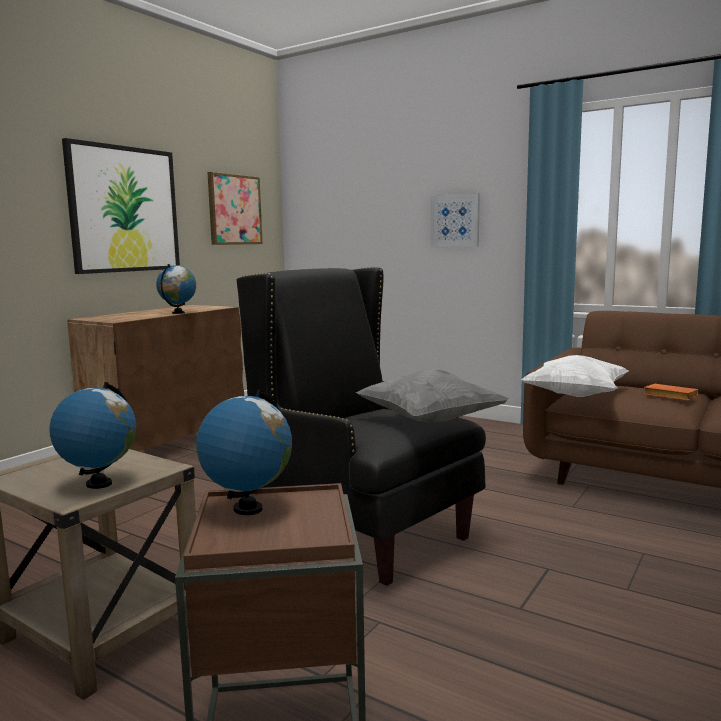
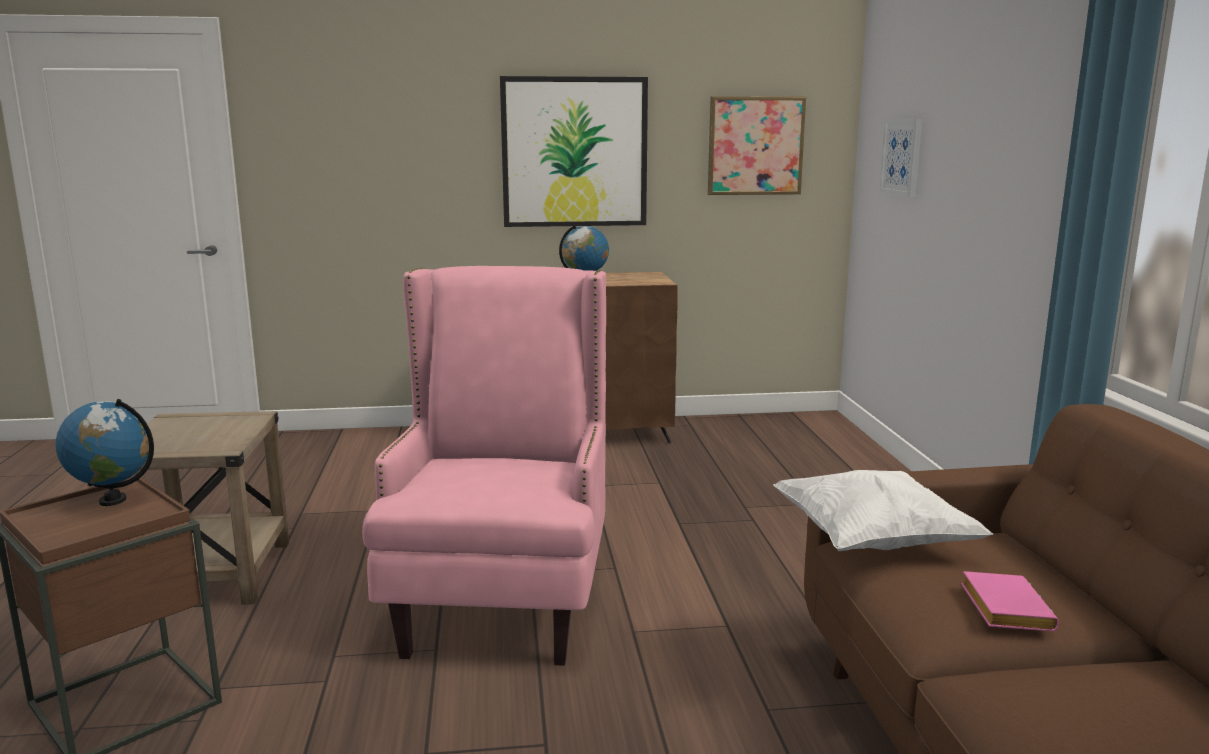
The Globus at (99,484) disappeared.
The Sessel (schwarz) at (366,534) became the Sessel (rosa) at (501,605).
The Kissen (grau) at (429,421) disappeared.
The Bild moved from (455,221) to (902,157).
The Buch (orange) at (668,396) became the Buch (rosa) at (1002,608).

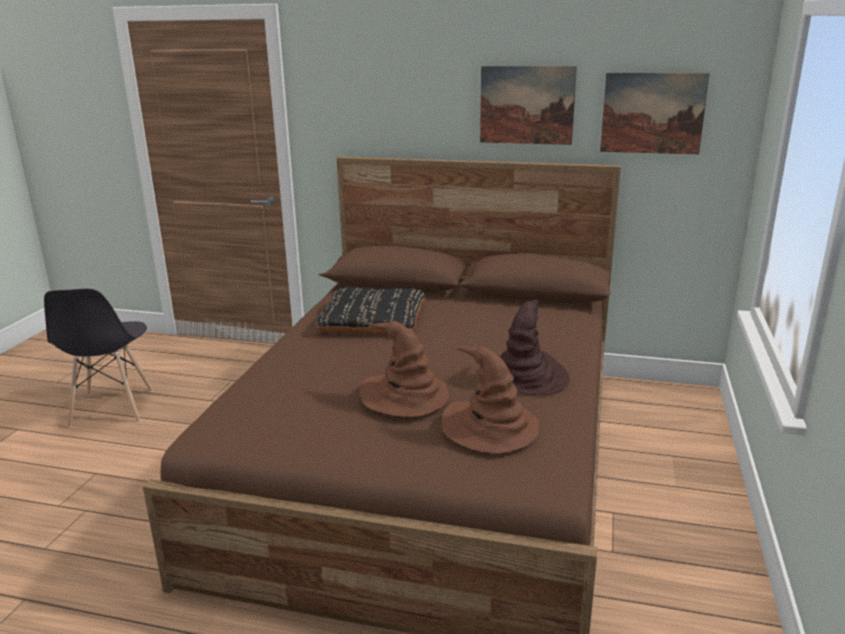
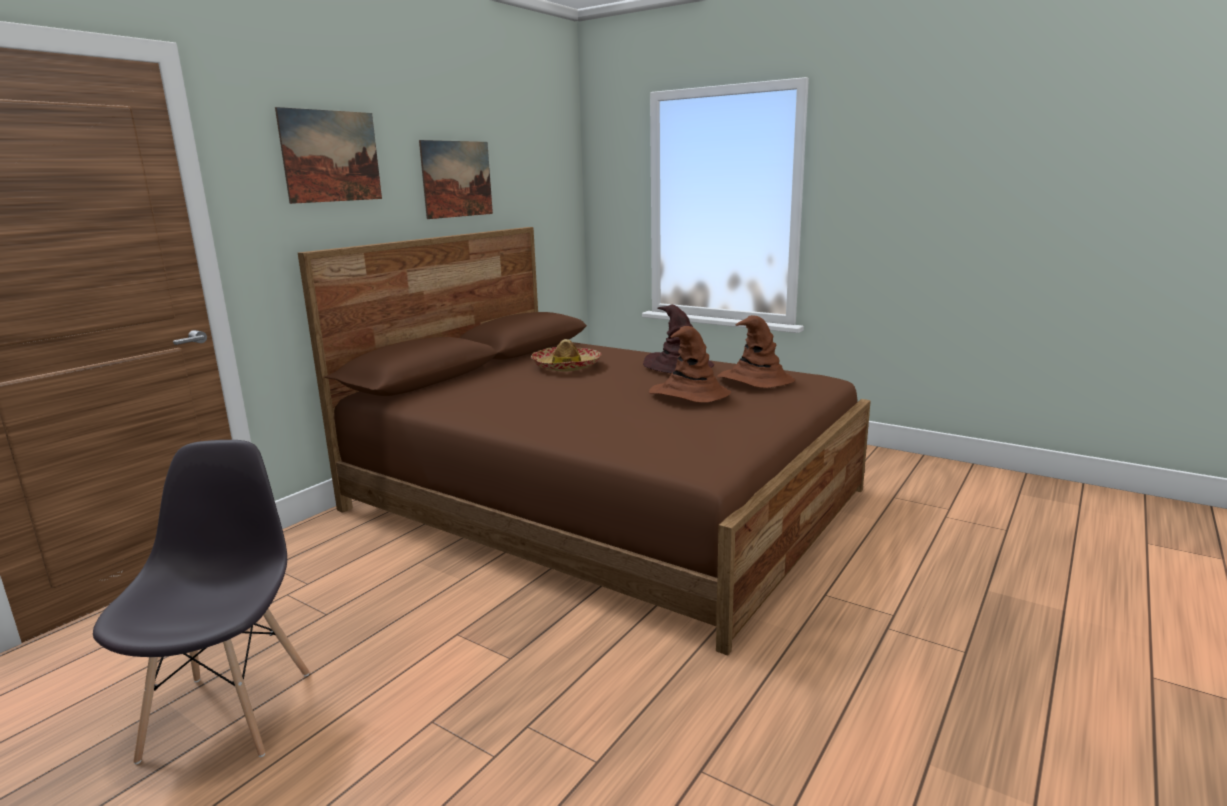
The Stuhl (grau) at (112,408) turned 105 degrees counterclockwise.
The Kissen (schwarz) at (373,320) disappeared.
The Bild moved from (652,113) to (331,156).
The Hut at (566,366) appeared.

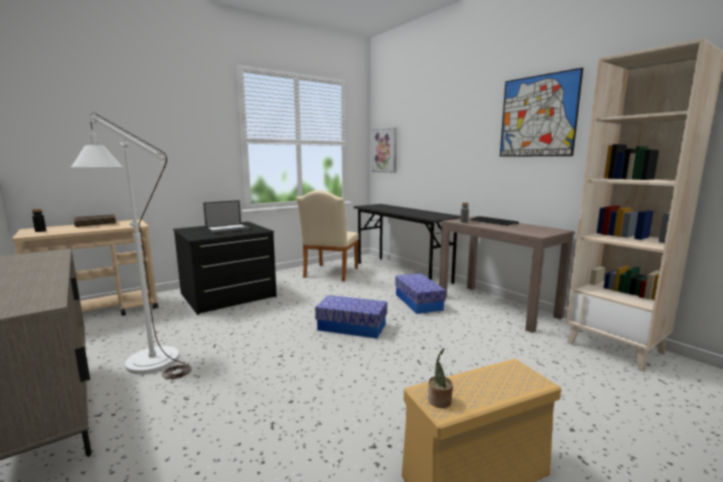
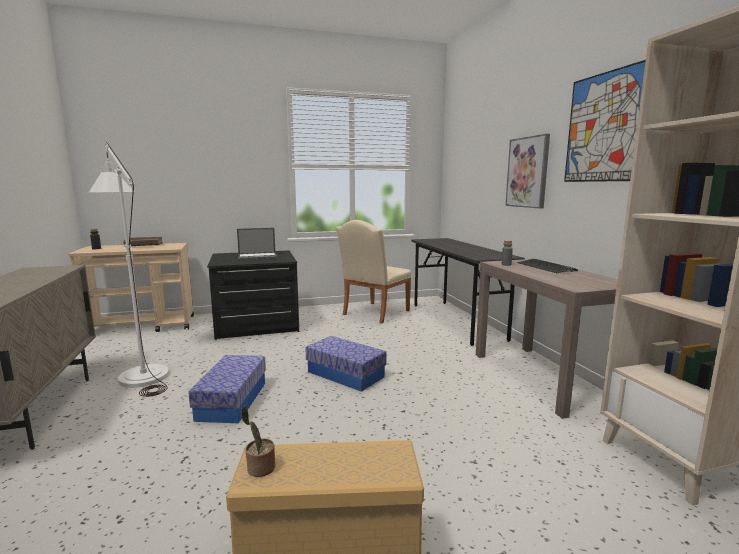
The Bild moved from (385,150) to (528,172).
The Aufbewahrungsbox moved from (418,302) to (232,401).

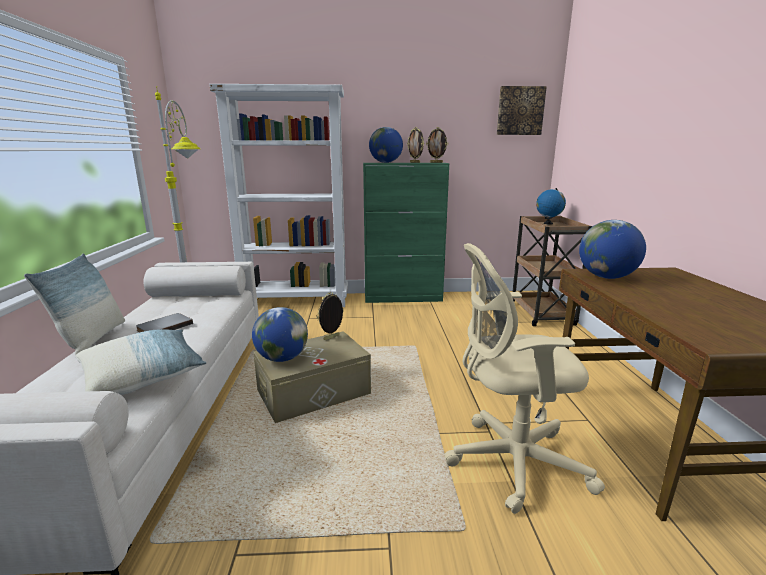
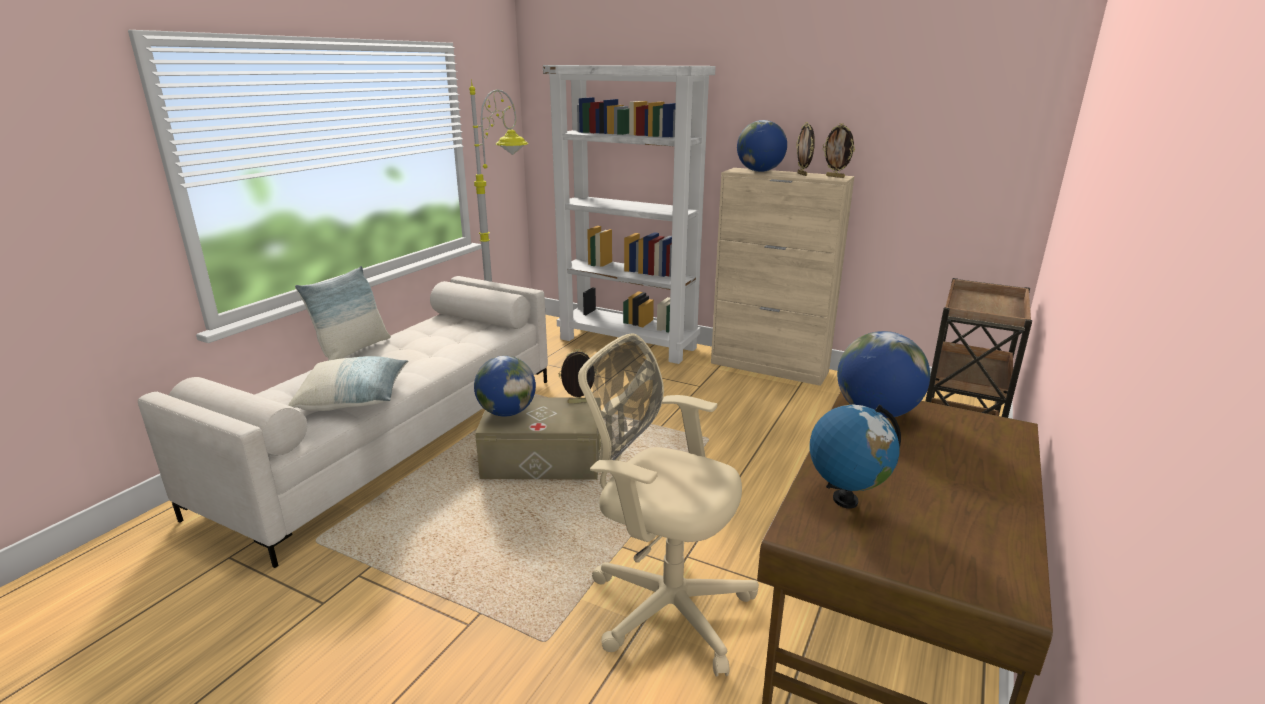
The Buch (grau) at (164,326) disappeared.
The Schrank (grün) at (403,298) became the Schrank (beige) at (769,368).
The Bild at (520,111) disappeared.
The Globus moved from (548,223) to (845,500).

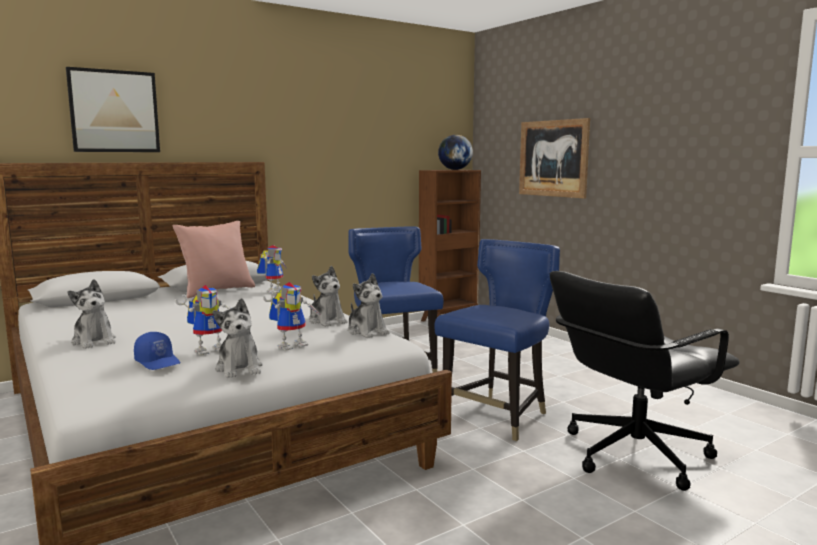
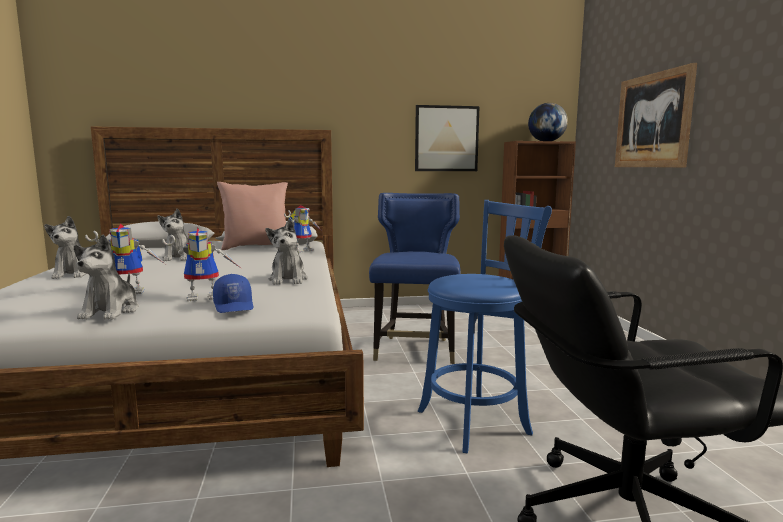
The Bild moved from (114,111) to (446,138).
The Kappe (blau) moved from (158,362) to (234,306).
The Plüschtier moved from (367,331) to (179,258).
The Stuhl (blau) at (497,417) was replaced by the Hocker (blau) at (478,421).

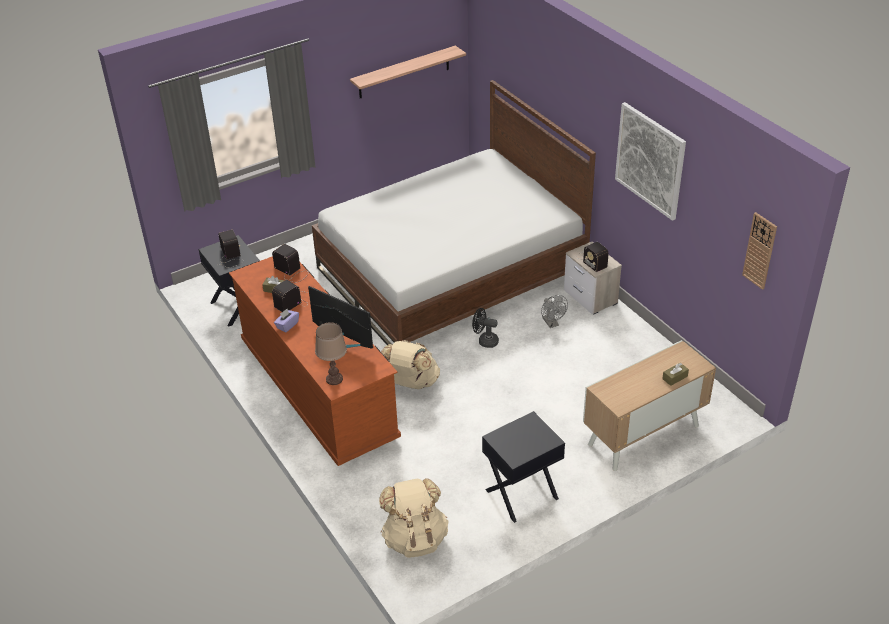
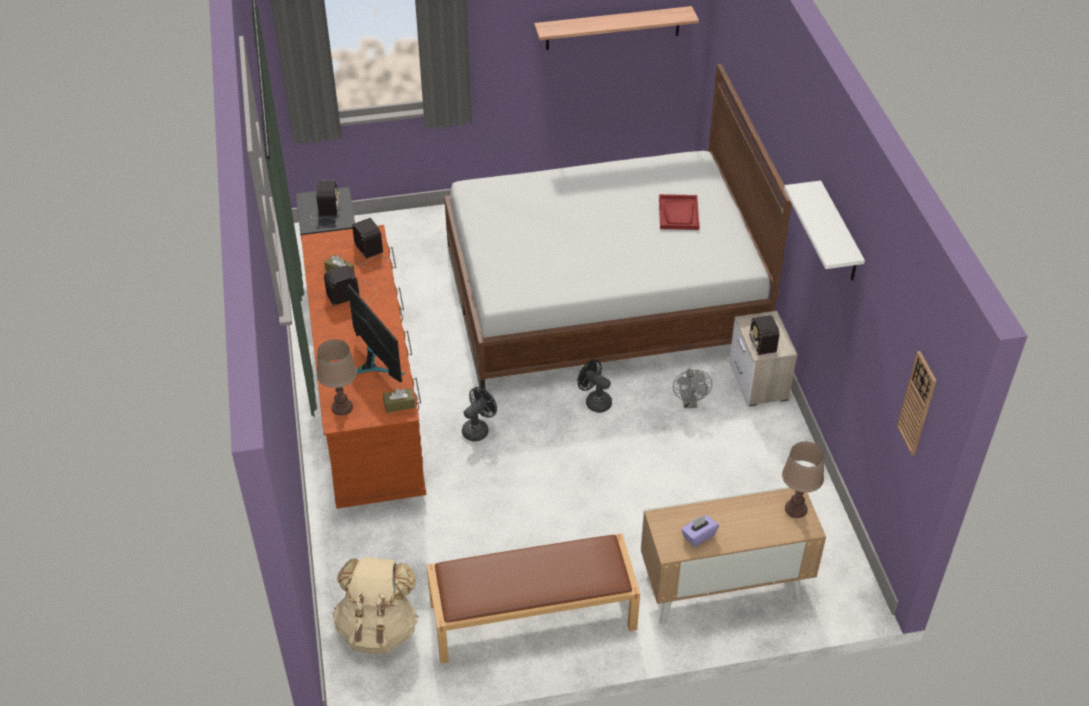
The Taschentuchbox (lila) moved from (287,325) to (698,536).
The Rucksack (beige) at (411,383) was replaced by the Ventilator (schwarz) at (478,429).
The Nachttisch (schwarz) at (522,494) was replaced by the Bank (braun) at (531,616).
The Bild at (650,160) was replaced by the Wandregal (weiß) at (839,234).
The Taschentuchbox (braun) moved from (675,377) to (399,405).
The Tablett (rot) at (678,213) appeared.
The Tischlampe (braun) at (796,509) appeared.

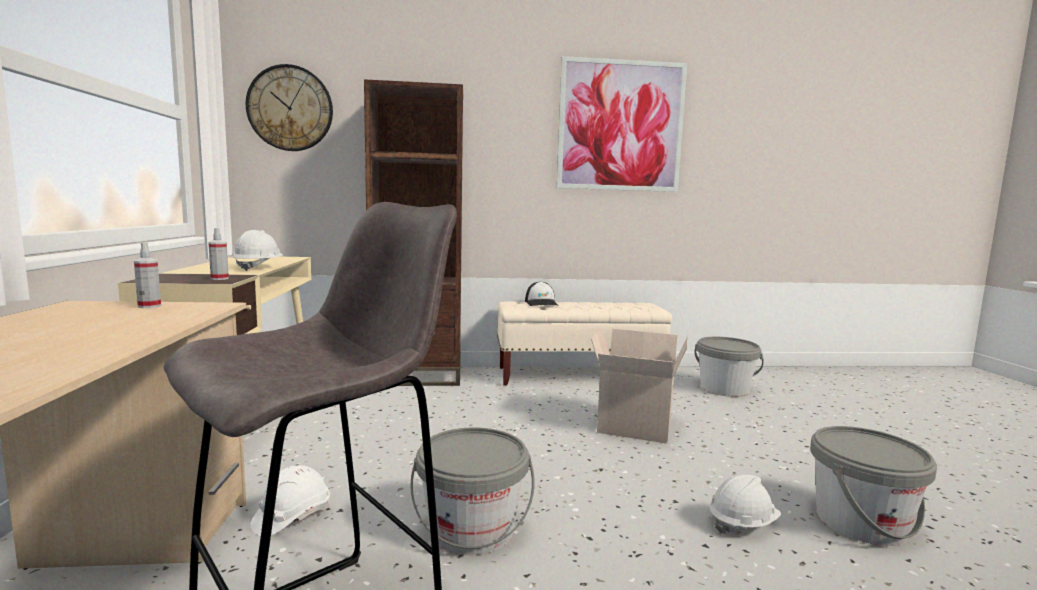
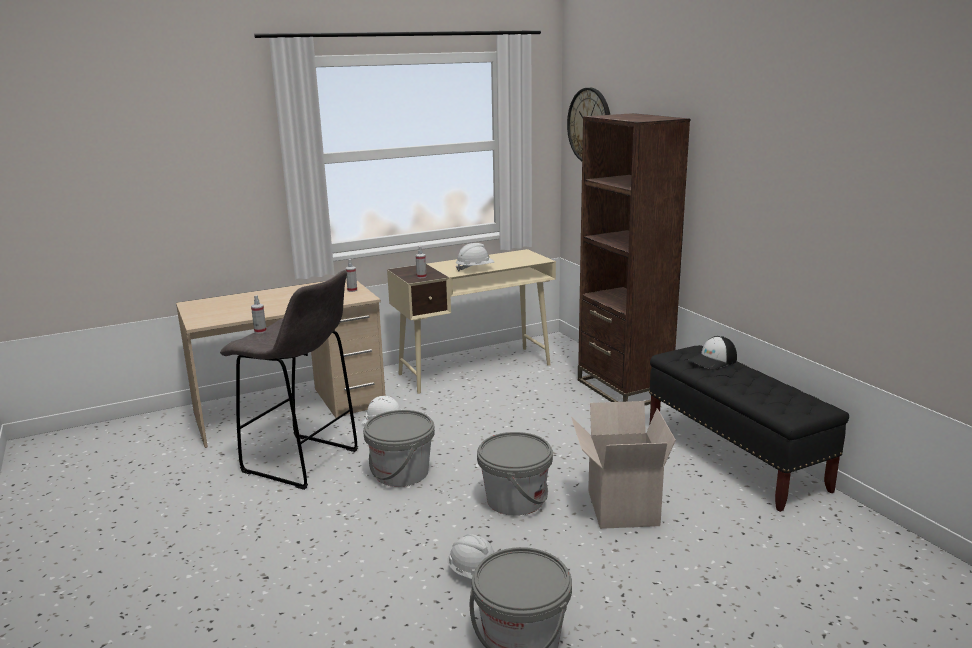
The Bank (beige) at (579,376) became the Bank (schwarz) at (734,458).
The Bild at (620,126) disappeared.
The Eimer (grau) moved from (724,389) to (515,500).
The Sprühflasche at (260,331) appeared.

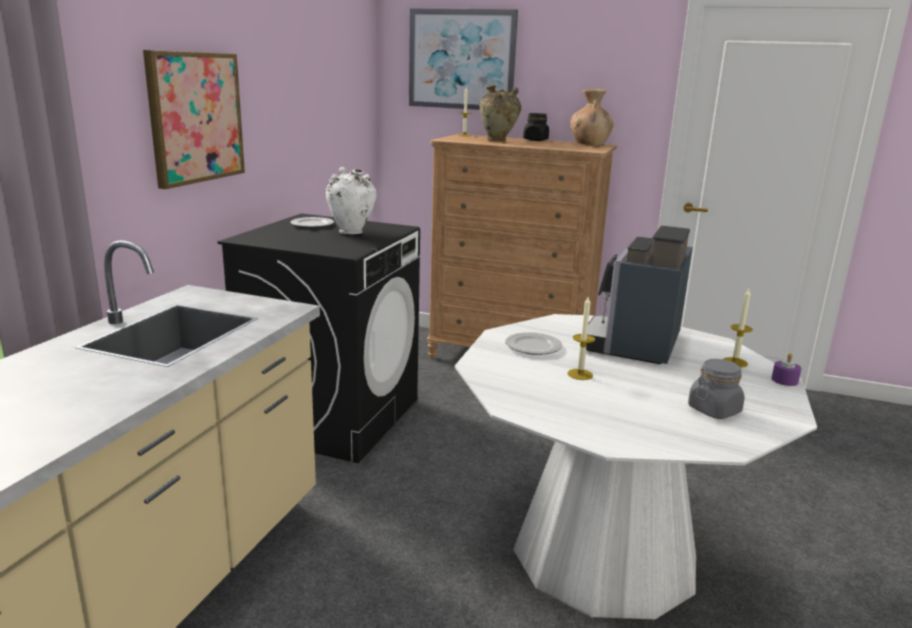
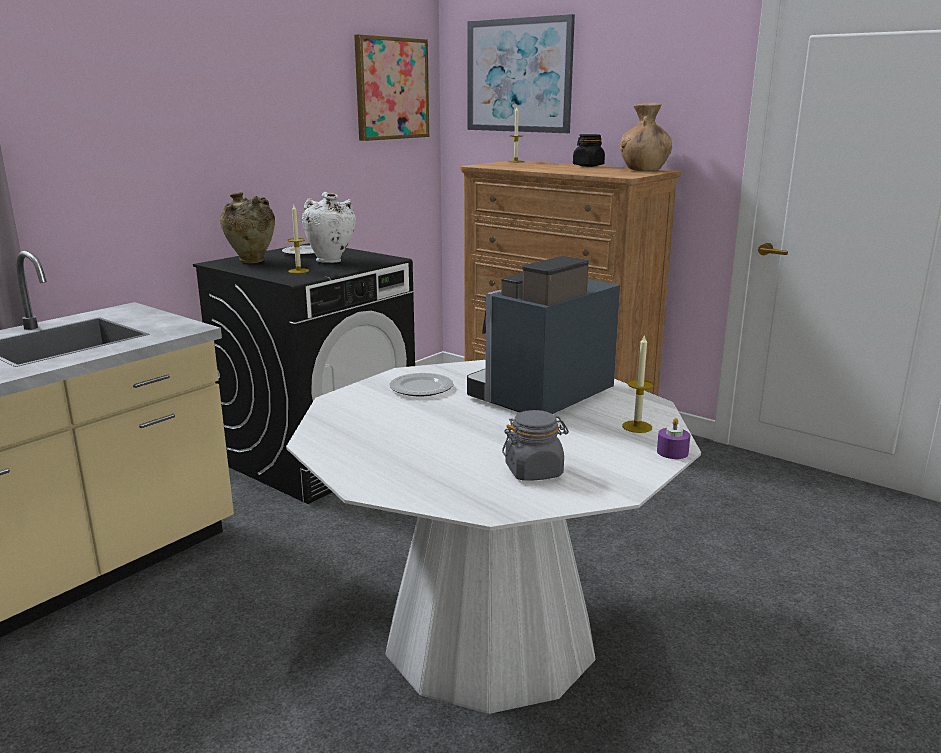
The Bild moved from (195,117) to (391,88).
The Vase (beige) moved from (498,141) to (251,262).
The Kerze moved from (580,374) to (298,271).

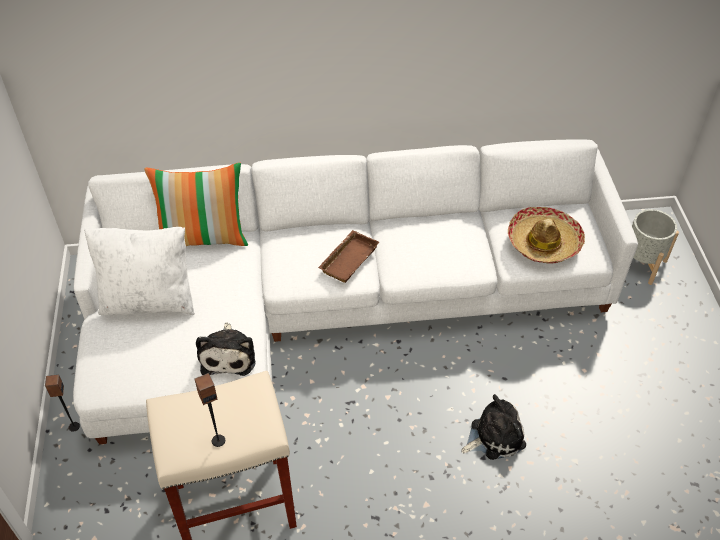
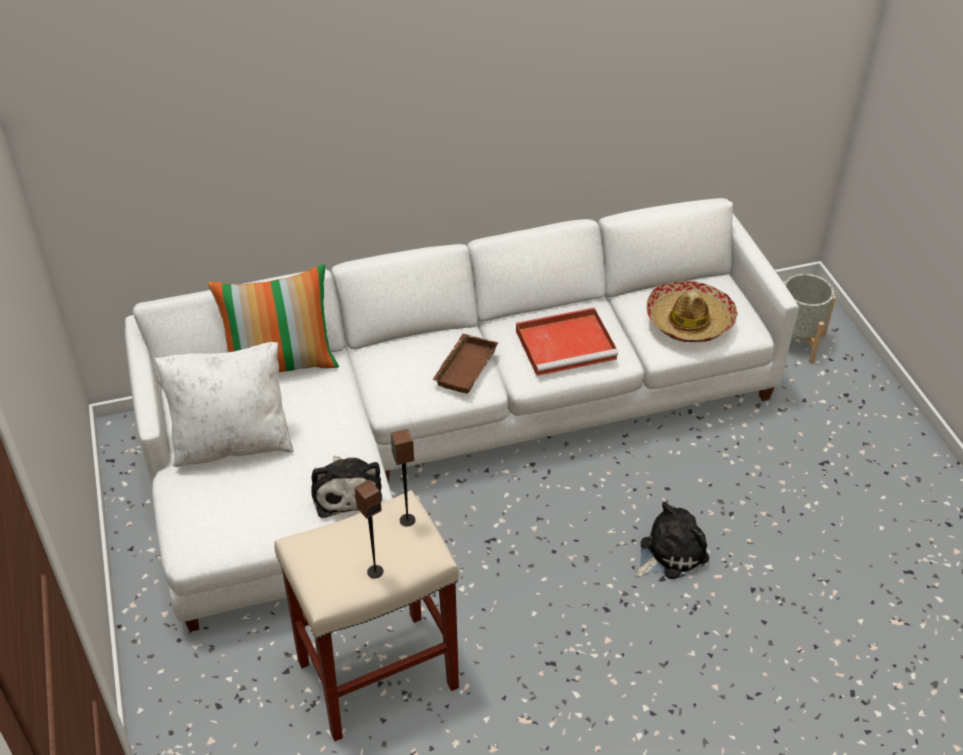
The Lautsprecher moved from (74,426) to (407,520).
The Tablett (rot) at (567,344) appeared.

